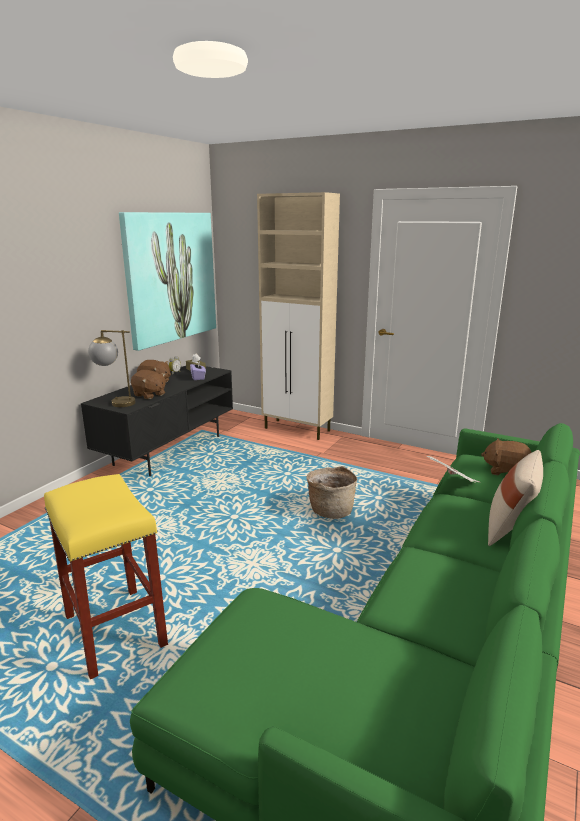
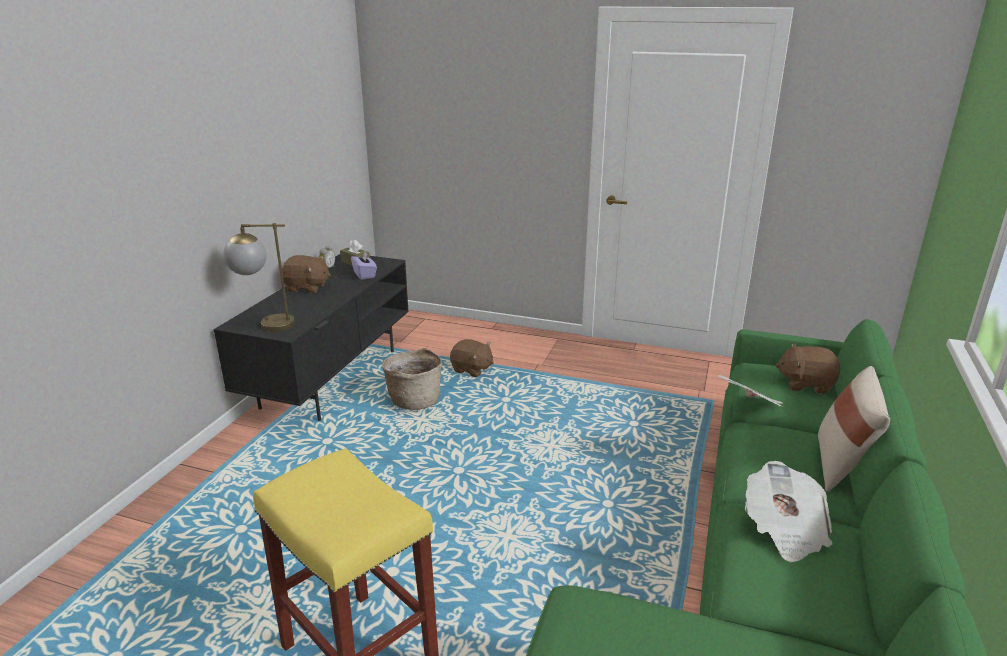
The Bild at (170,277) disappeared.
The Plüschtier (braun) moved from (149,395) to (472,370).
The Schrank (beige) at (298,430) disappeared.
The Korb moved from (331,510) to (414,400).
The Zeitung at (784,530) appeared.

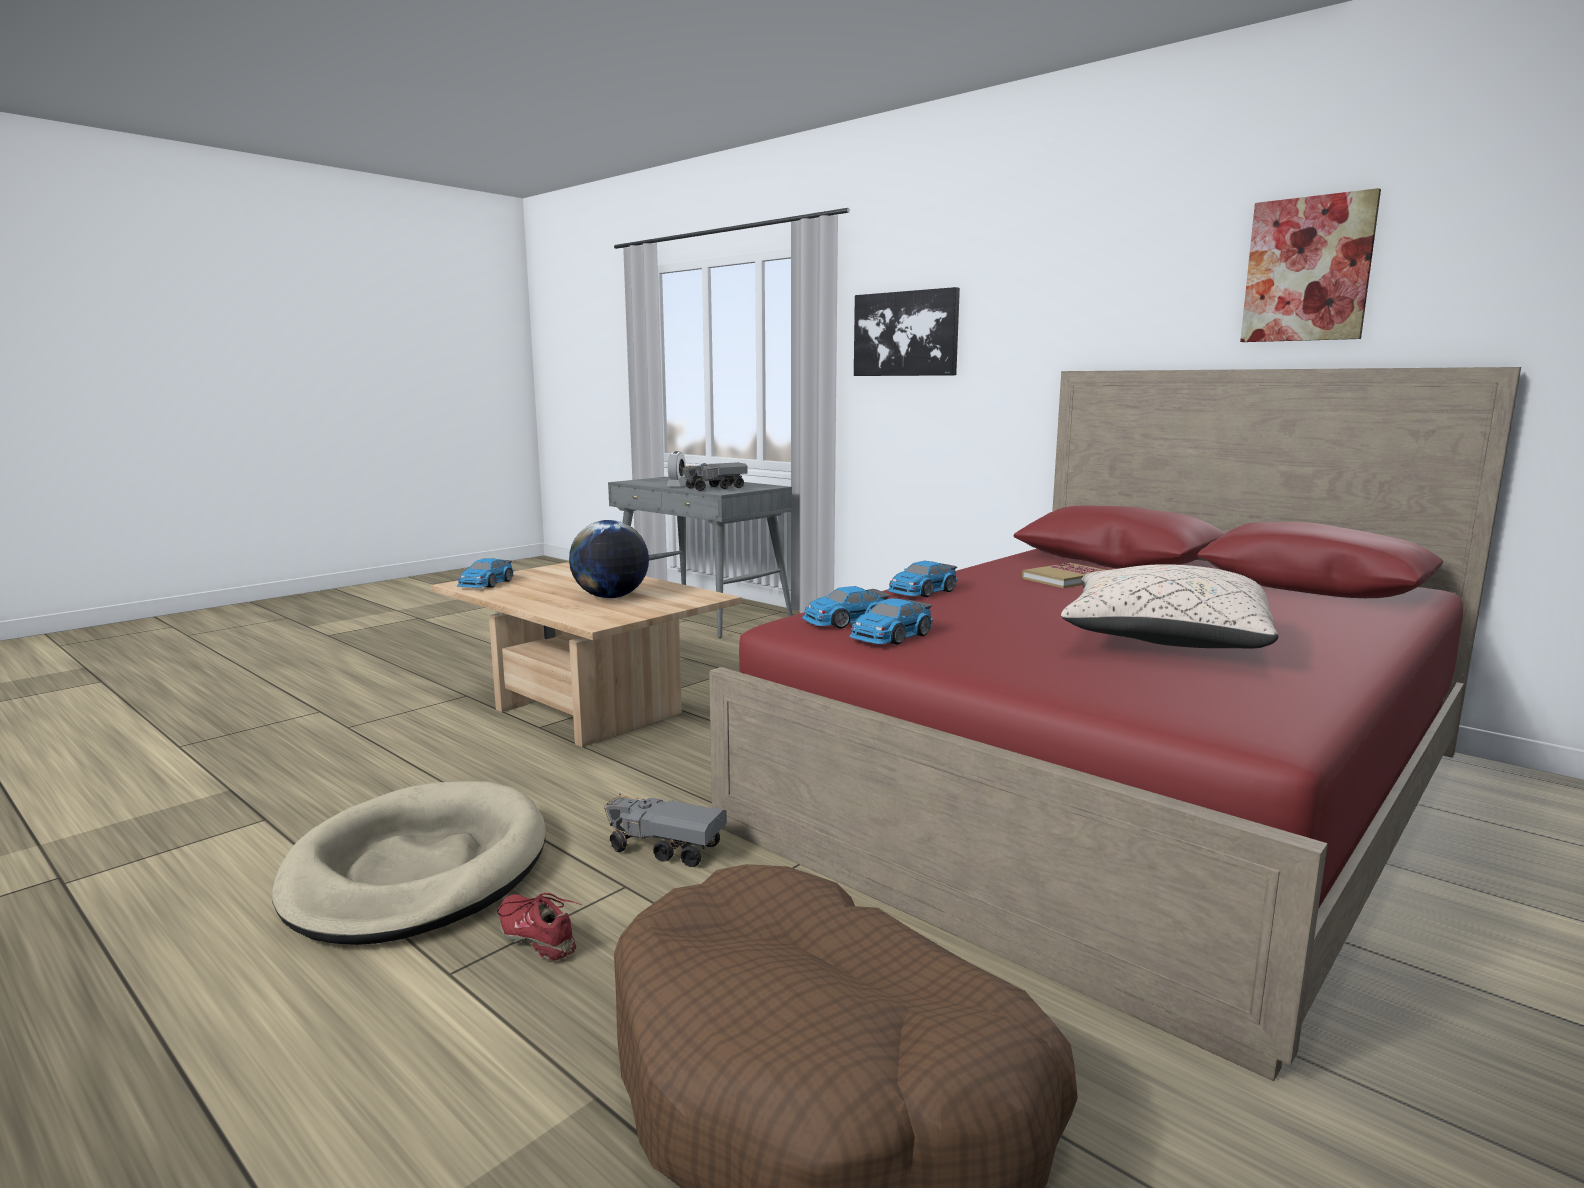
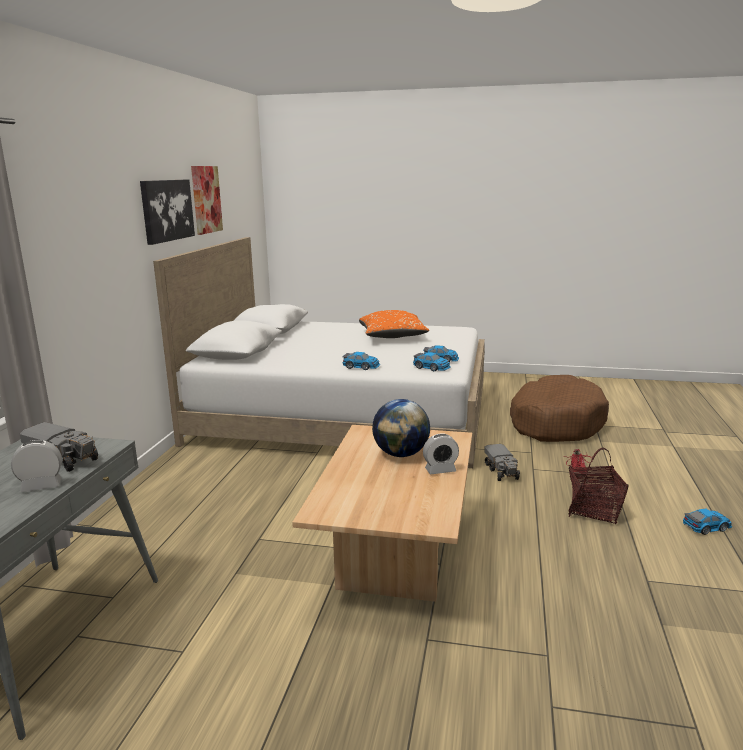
The Hundebett (beige) at (418,870) was replaced by the Korb at (594,510).
The Spielzeugauto moved from (486,584) to (706,527).
The Bett (rot) at (1117,786) became the Bett (weiß) at (344,416).
The Bild moved from (906,334) to (167,210).
The Buch at (1066,579) disappeared.
The Kissen (beige) at (1164,642) became the Kissen (orange) at (392,337).
The Wecker at (440,470) appeared.

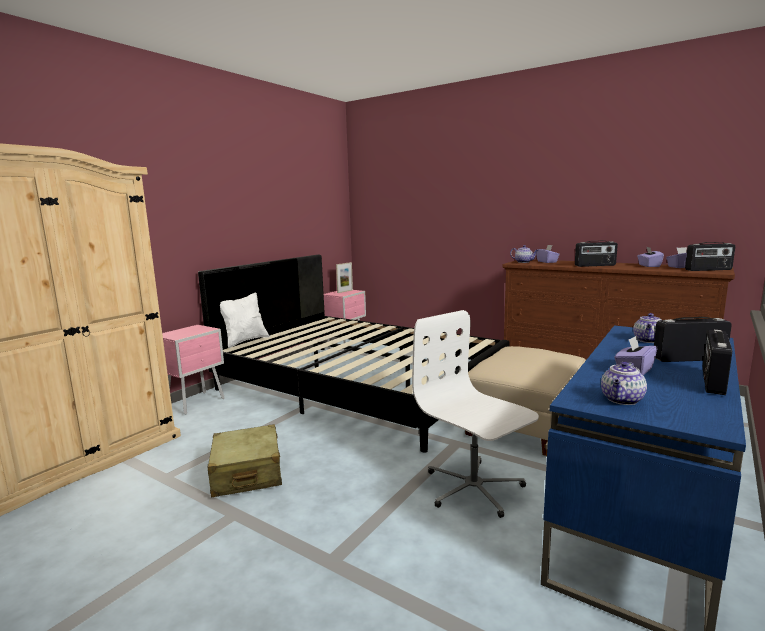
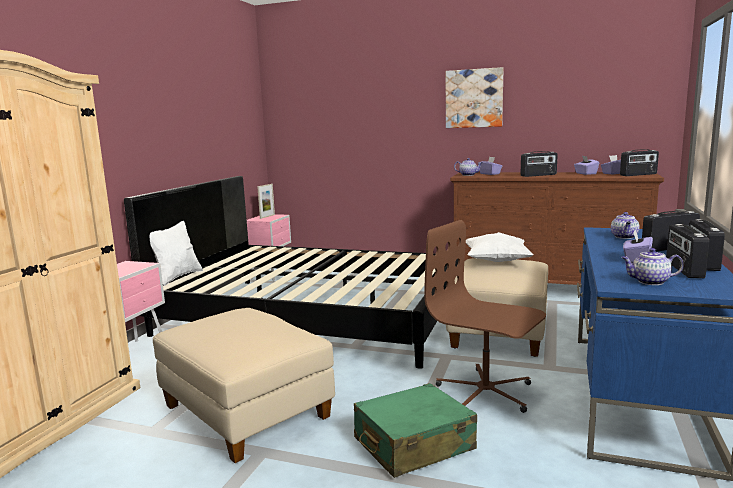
The Koffer (beige) at (247,473) was replaced by the Polsterhocker (beige) at (247,413).
The Bürostuhl (weiß) at (473,488) became the Bürostuhl (braun) at (485,392).
The Teekanne at (622,400) turned 75 degrees clockwise.
The Koffer (grün) at (413,444) appeared.
The Bild at (474,98) appeared.
The Kissen (weiß) at (496,261) appeared.
The Radio at (683,269) appeared.

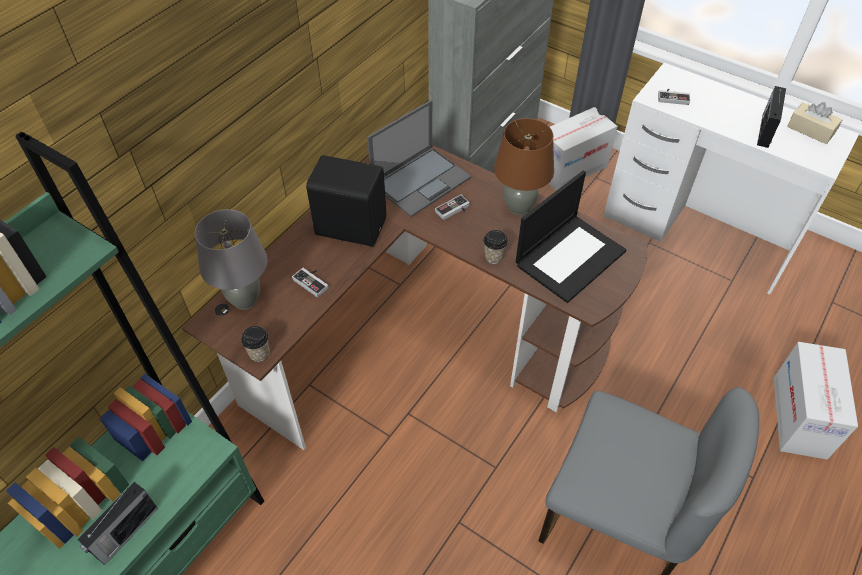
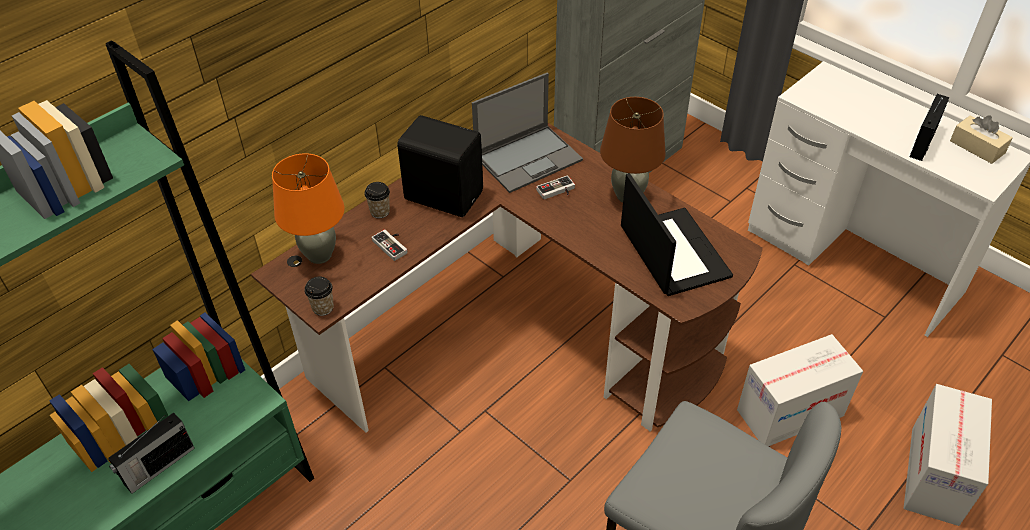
The Tischlampe (grau) at (245,300) became the Tischlampe (orange) at (319,255).
The Tasse moved from (493,257) to (380,212).
The Laptop at (570,257) turned 75 degrees counterclockwise.
The Karton moved from (571,168) to (790,412).
The Gamepad at (673,97) disappeared.

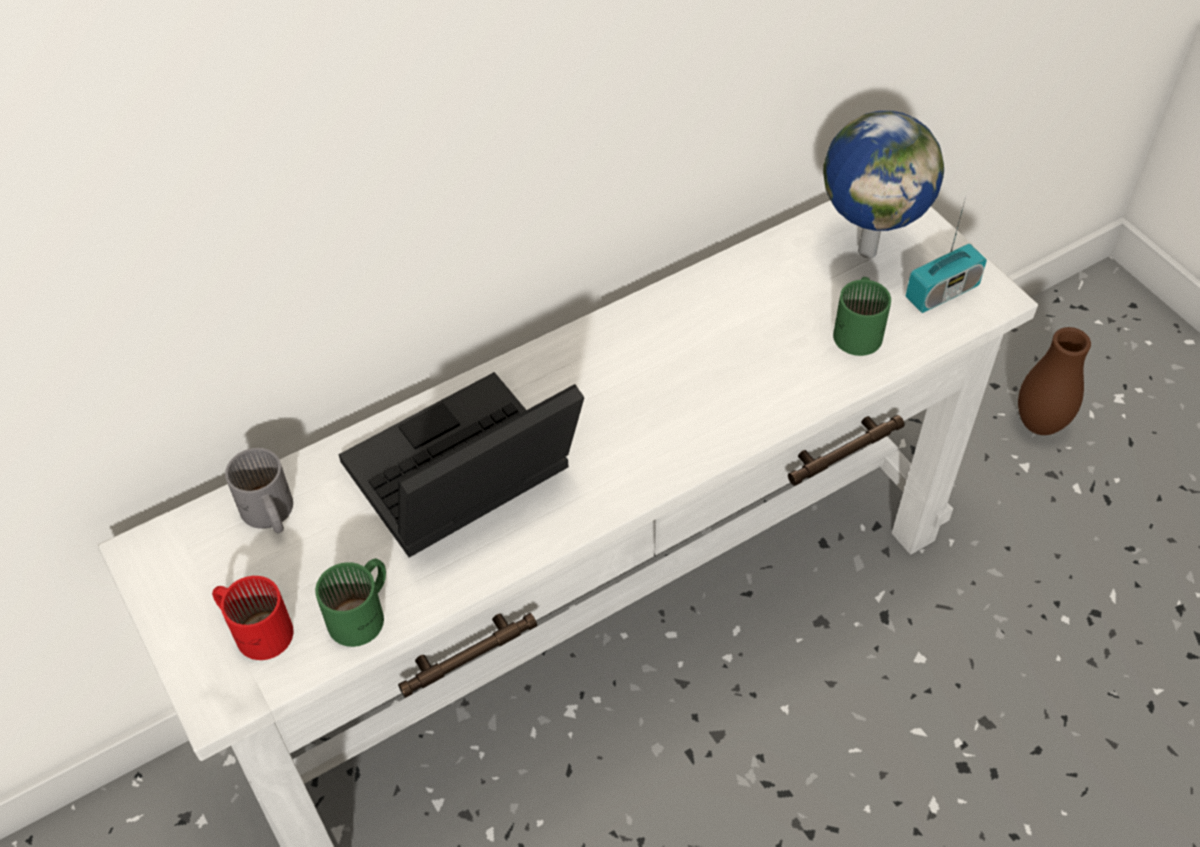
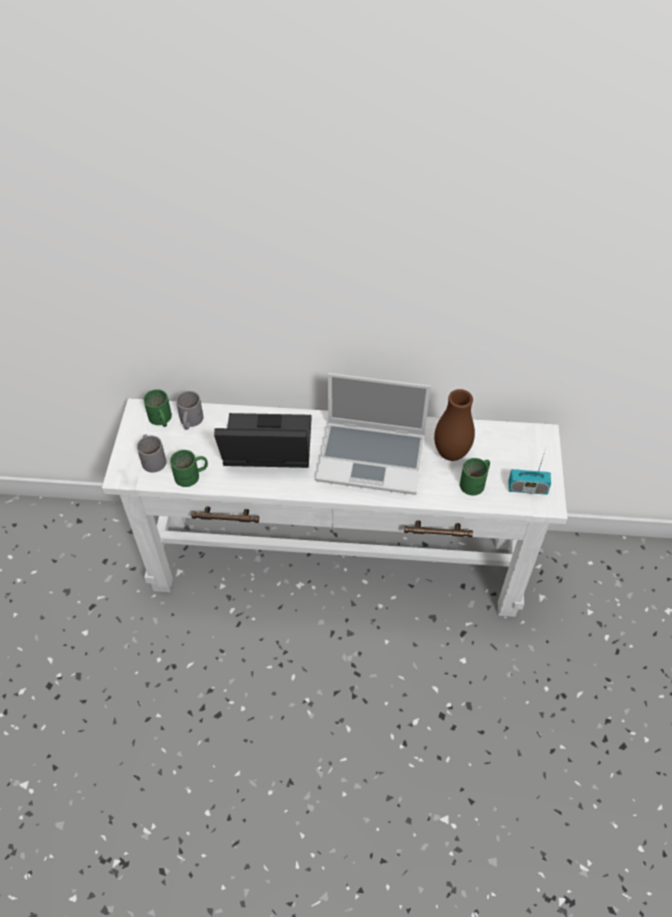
The Henkelbecher (rot) at (256,627) became the Henkelbecher (grau) at (153,458).
The Globus at (867,249) disappeared.
The Vase (braun) moved from (1039,423) to (451,453).
The Henkelbecher (grün) at (160,420) appeared.
The Laptop at (373,458) appeared.

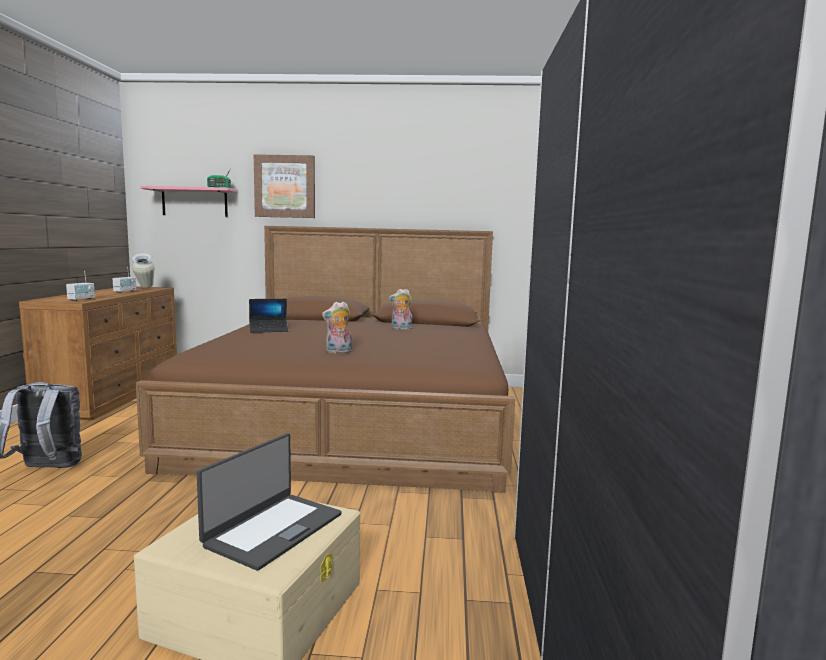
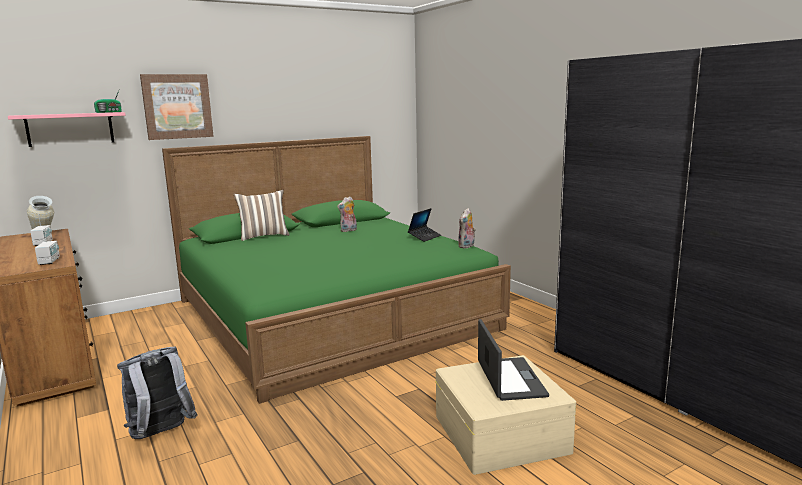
The Bett (braun) at (355,418) became the Bett (grün) at (331,313).
The Laptop moved from (268,330) to (424,237).
The Plüschtier moved from (338,352) to (467,246).
The Kissen at (264,236) appeared.

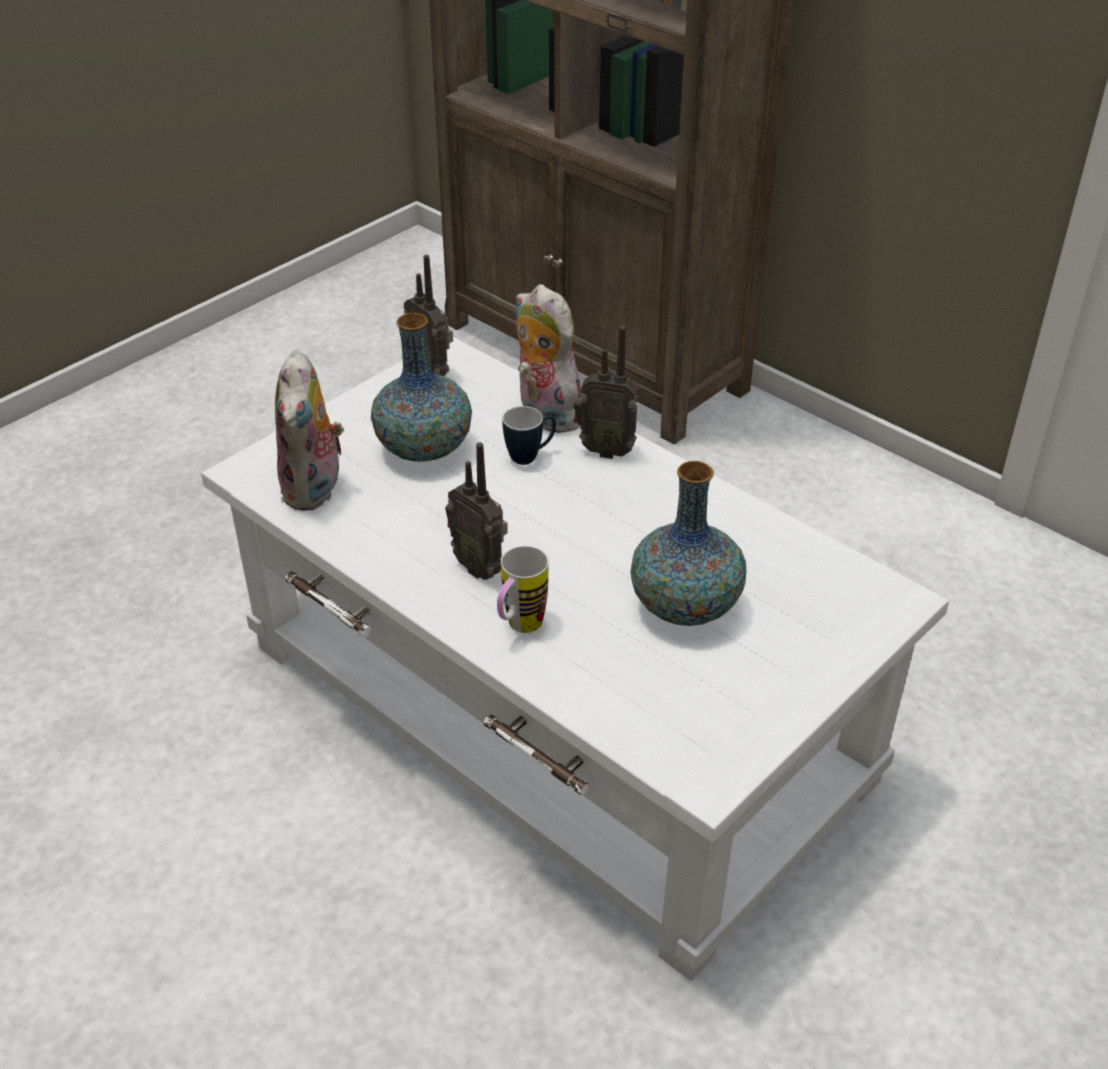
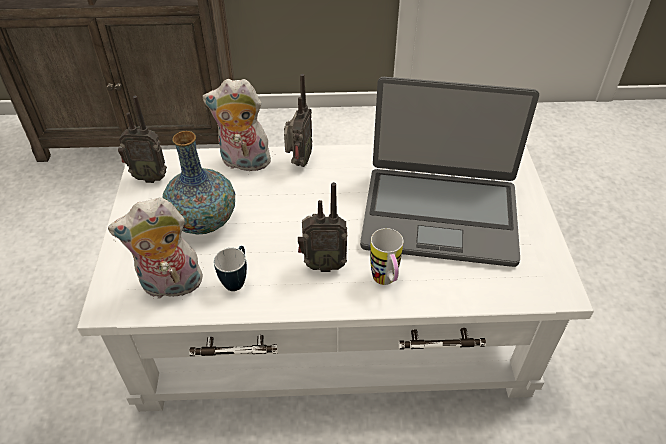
The Plüschtier at (315,489) turned 120 degrees clockwise.
The Henkelbecher moved from (530,456) to (237,280).
The Radio at (605,450) turned 45 degrees counterclockwise.
The Vase at (685,607) was replaced by the Laptop at (440,215).

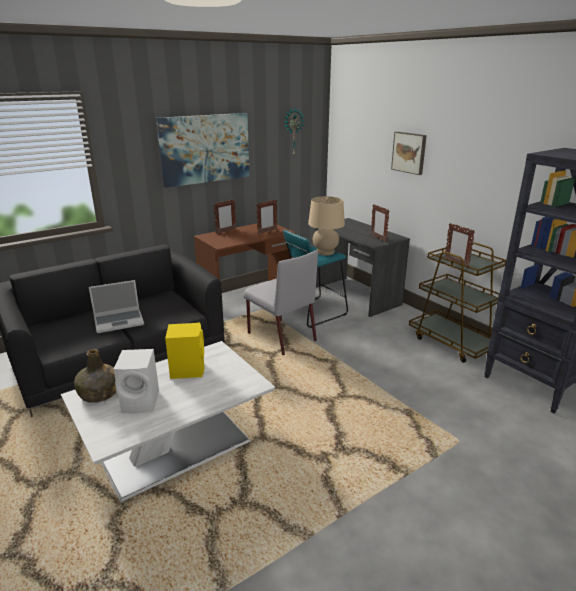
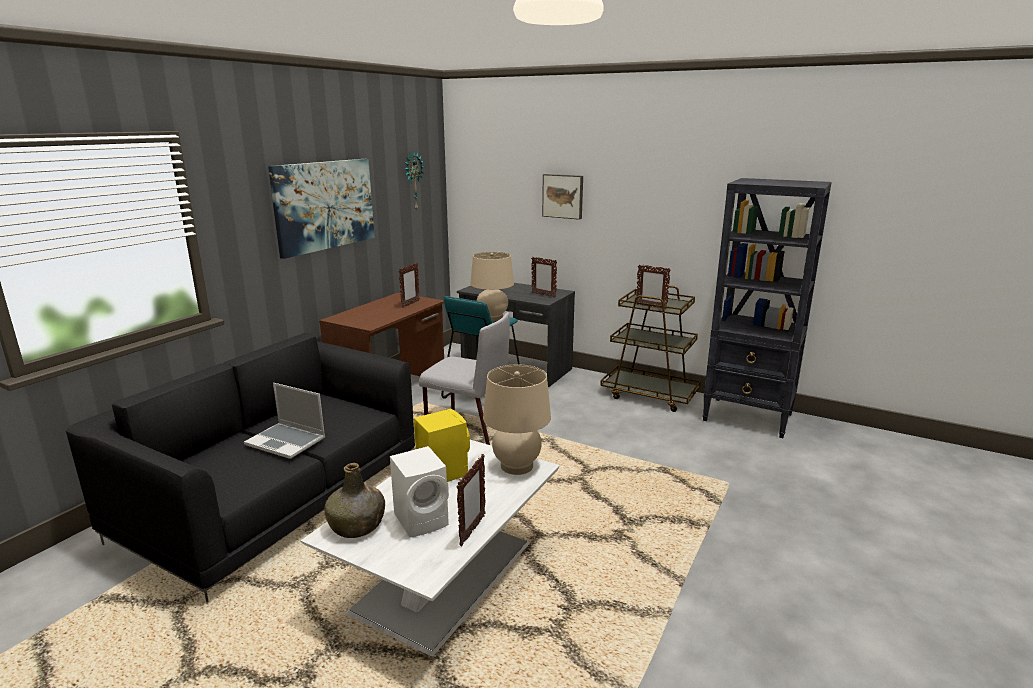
The Laptop at (119,321) turned 75 degrees clockwise.
The Bilderrahmen moved from (225,231) to (472,531).
The Tischlampe (beige) at (517,466) appeared.

